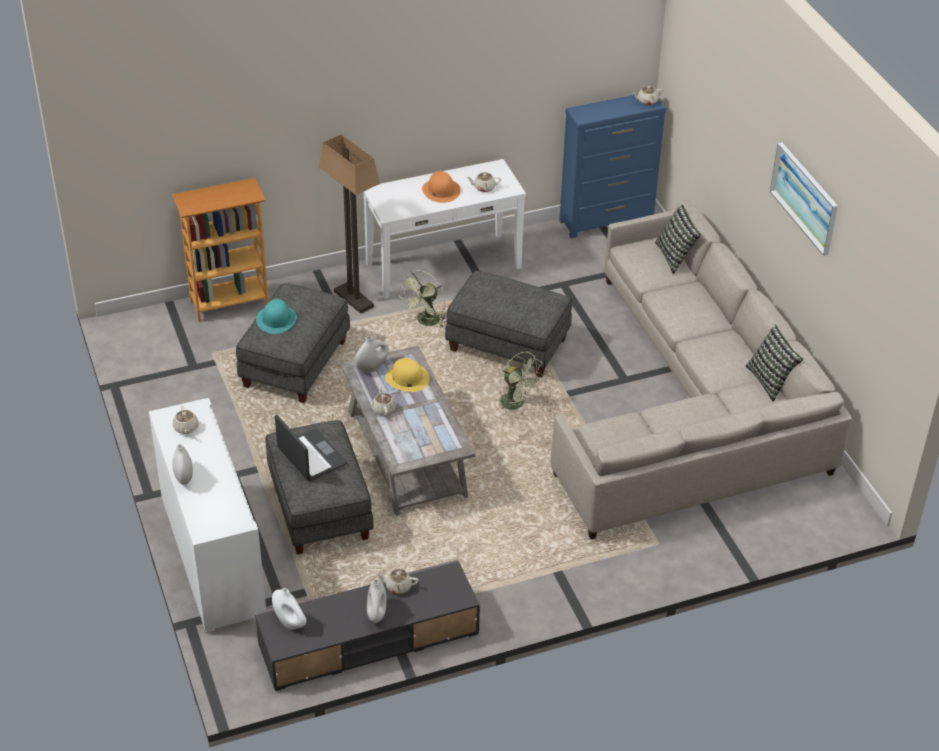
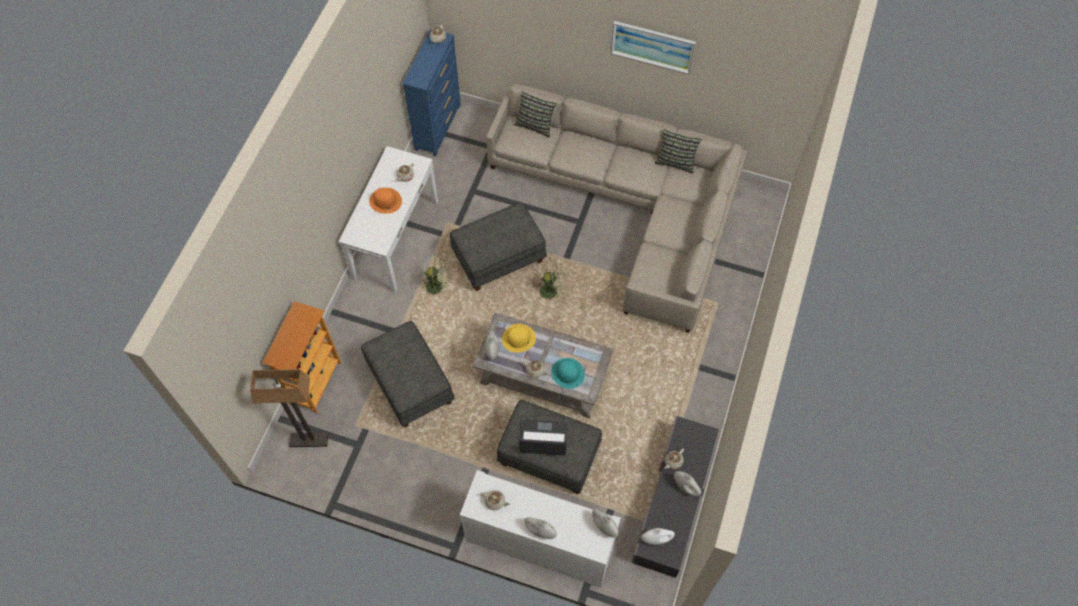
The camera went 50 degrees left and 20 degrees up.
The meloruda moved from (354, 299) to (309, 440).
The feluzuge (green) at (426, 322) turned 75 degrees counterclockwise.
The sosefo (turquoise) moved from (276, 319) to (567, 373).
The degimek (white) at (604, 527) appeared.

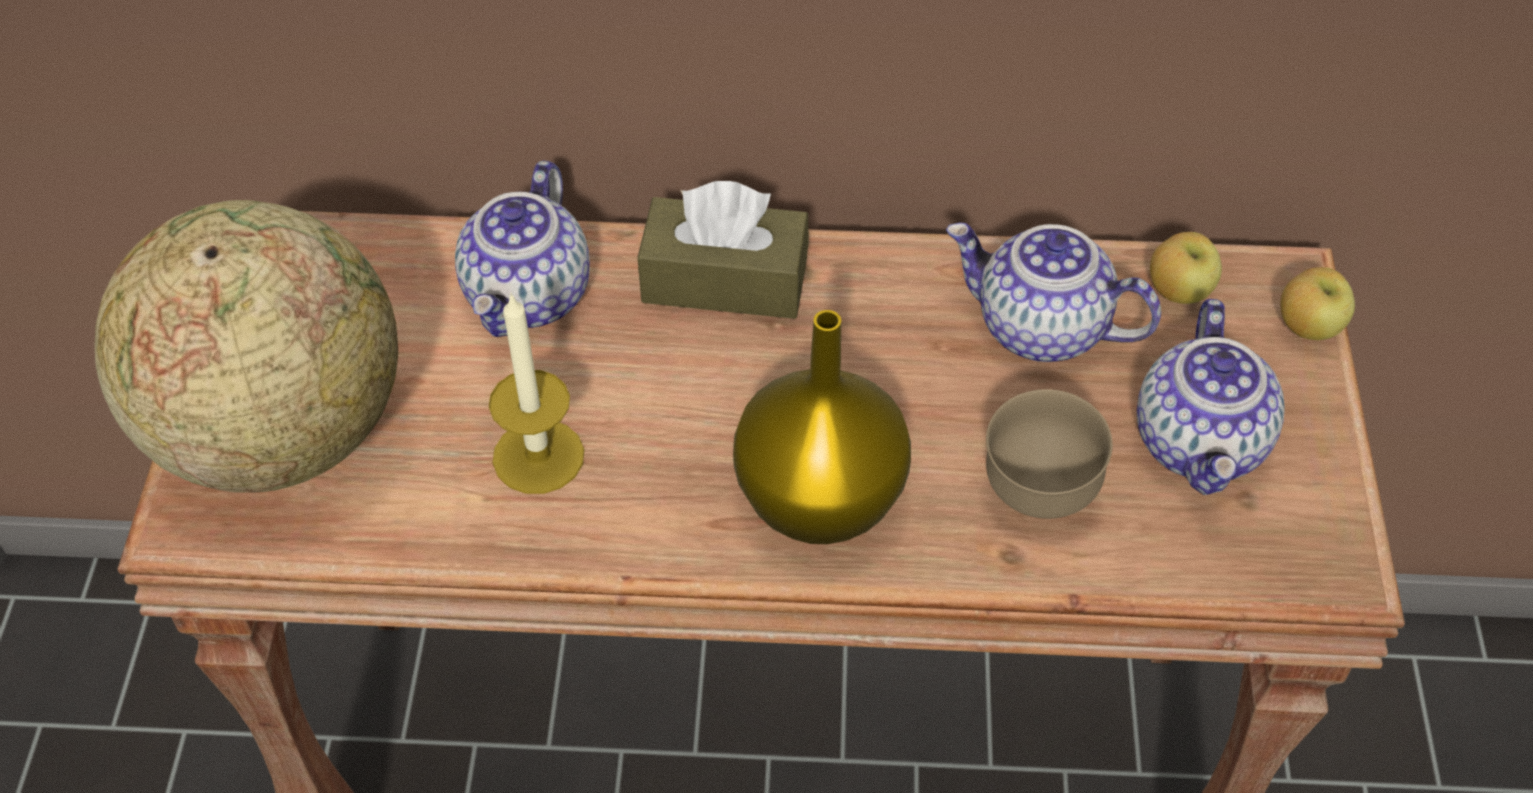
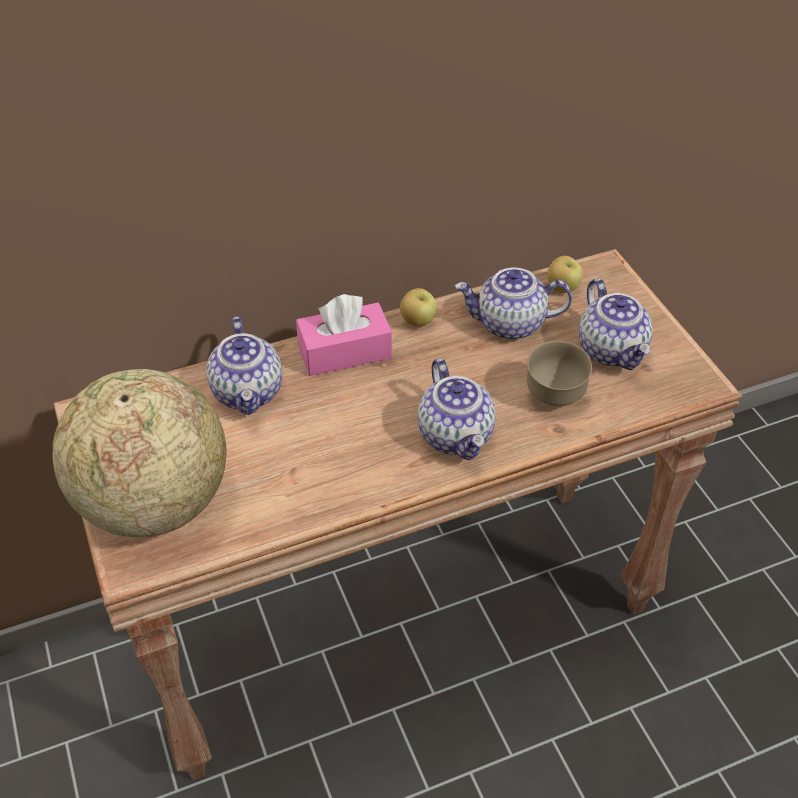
The camera went 25 degrees left and 5 degrees down.
The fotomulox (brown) at (724, 280) became the fotomulox (pink) at (345, 352).
The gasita moved from (1308, 328) to (418, 322).
The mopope at (538, 456) disappeared.
The degimek (yellow) at (823, 500) was replaced by the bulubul at (456, 436).

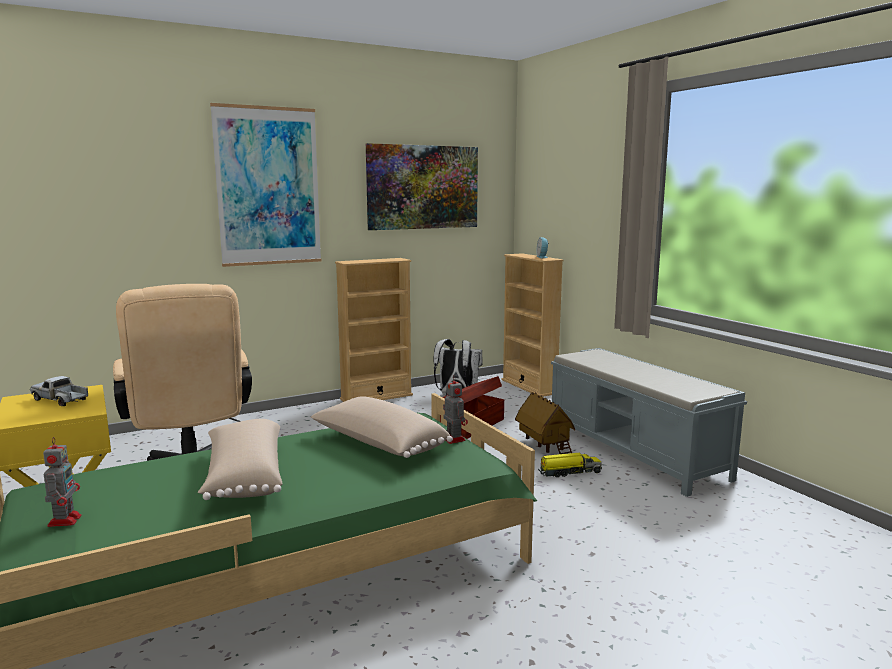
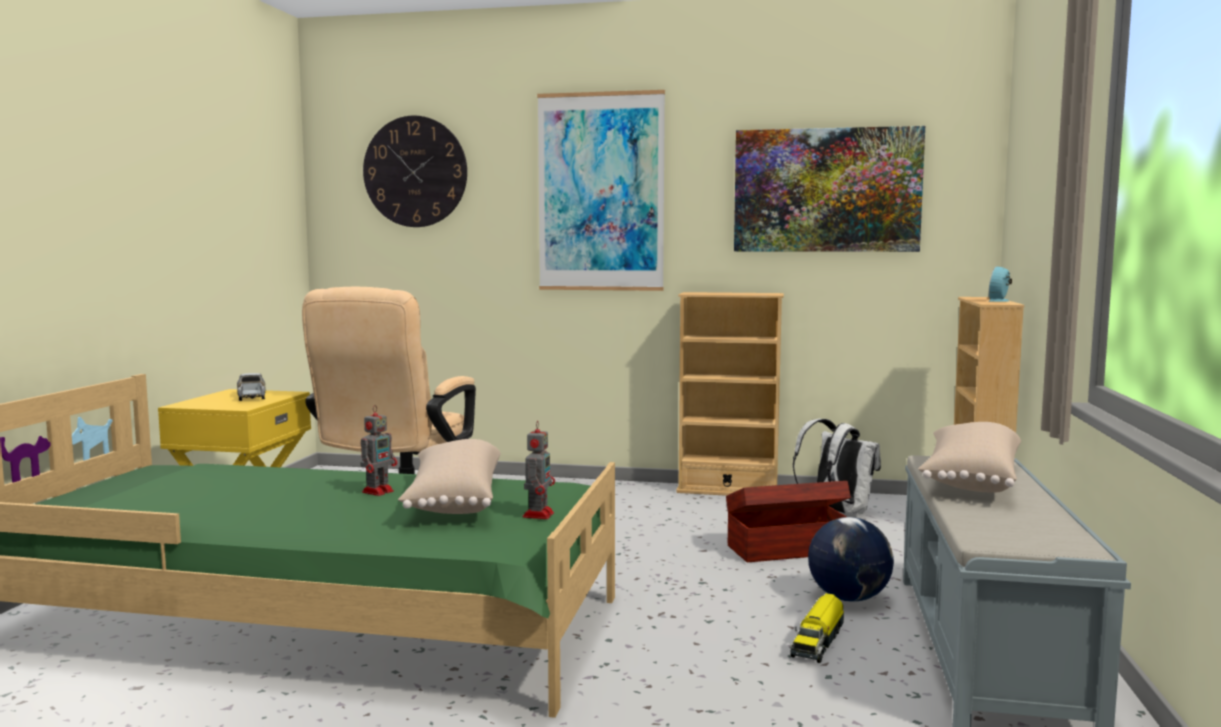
The camera went 40 degrees right and 5 degrees down.
The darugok at (544, 445) was replaced by the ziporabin at (849, 598).
The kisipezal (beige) moved from (243, 477) to (969, 479).
The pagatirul moved from (65, 520) to (379, 491).
The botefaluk at (569, 472) turned 90 degrees clockwise.
The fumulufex at (415, 172) appeared.

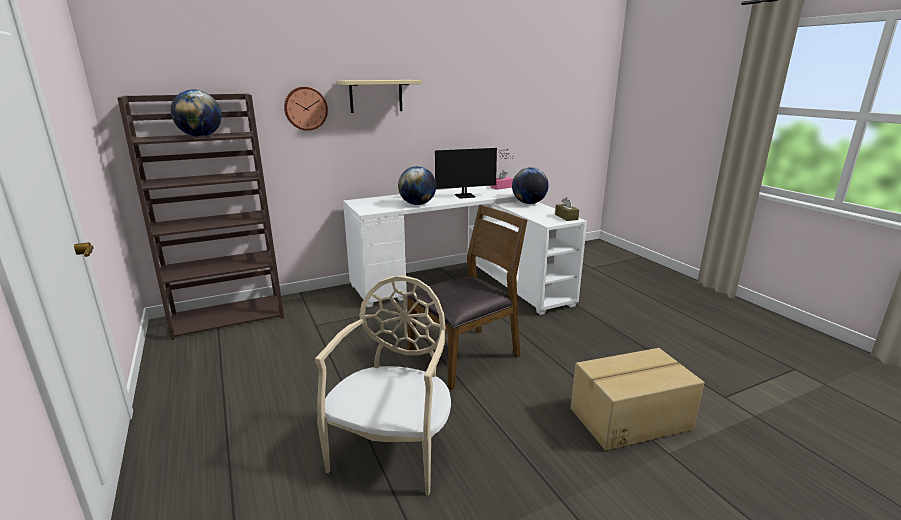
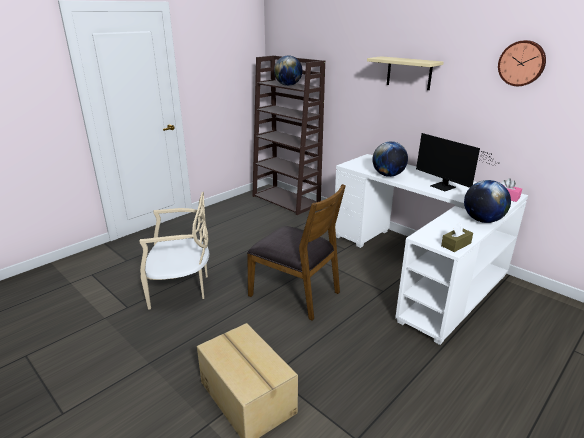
The camera went 70 degrees right and 5 degrees up.
The fumulufex moved from (305, 108) to (522, 63).

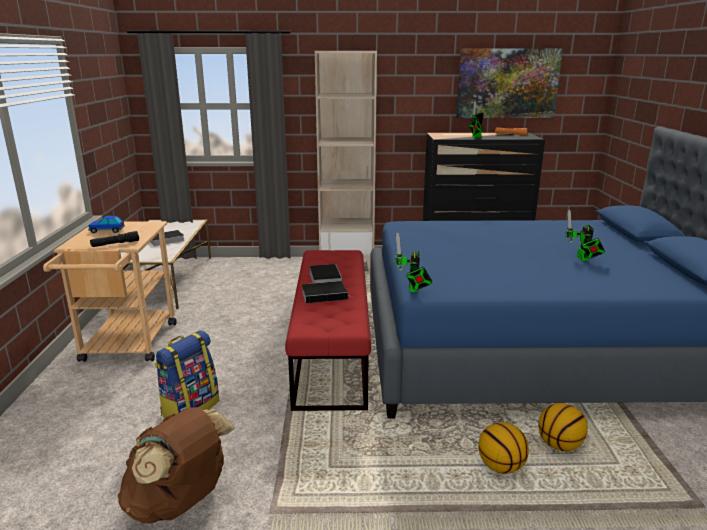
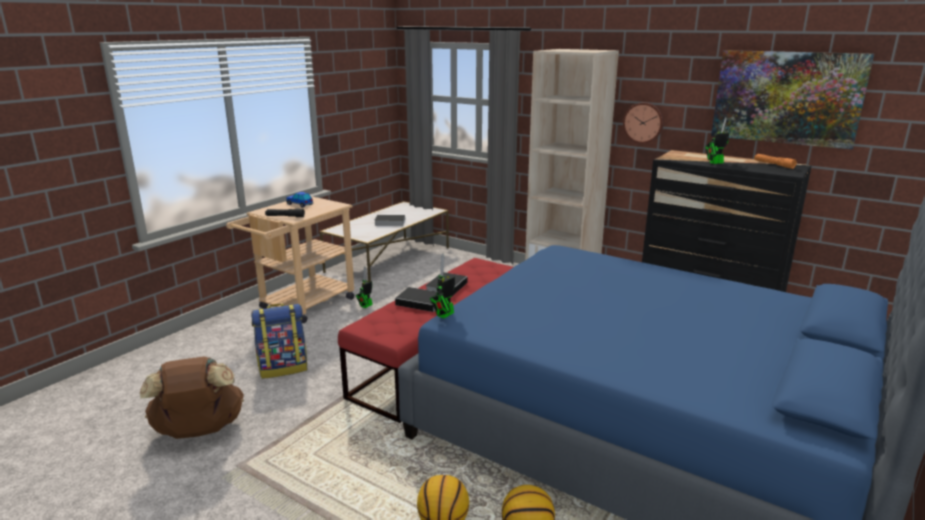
The camera went 35 degrees right and 0 degrees up.
The pagatirul moved from (583, 259) to (365, 306).
The fumulufex at (643, 122) appeared.

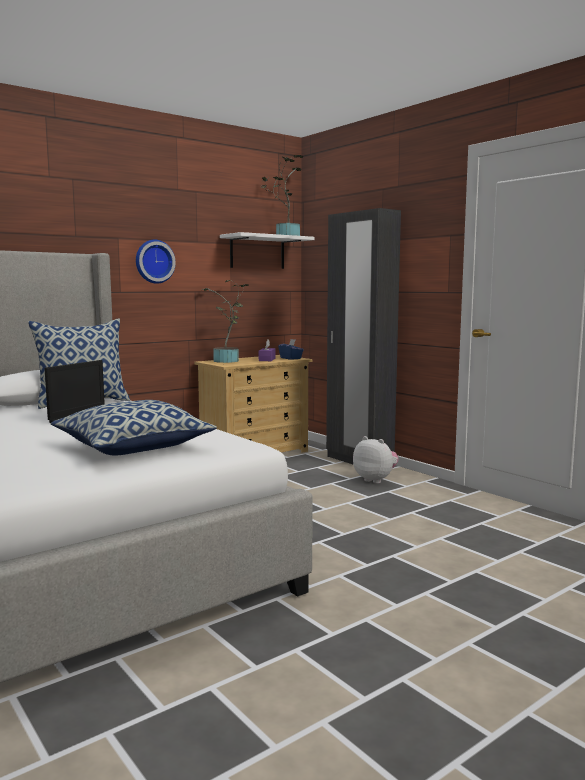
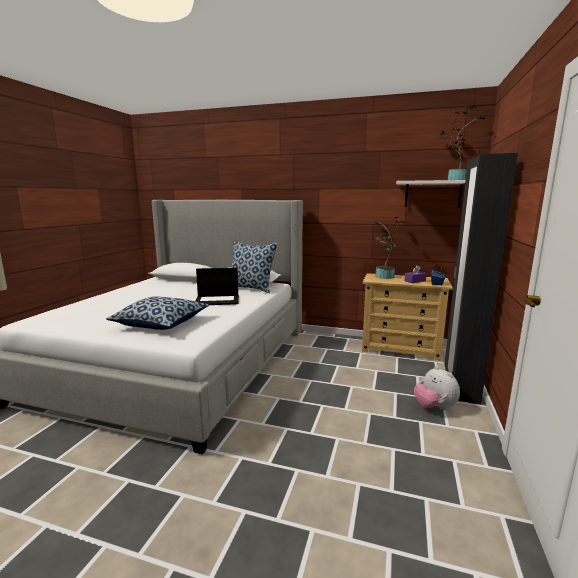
The camera went 55 degrees right and 5 degrees up.
The fumulufex at (154, 261) disappeared.
The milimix at (375, 480) turned 150 degrees clockwise.

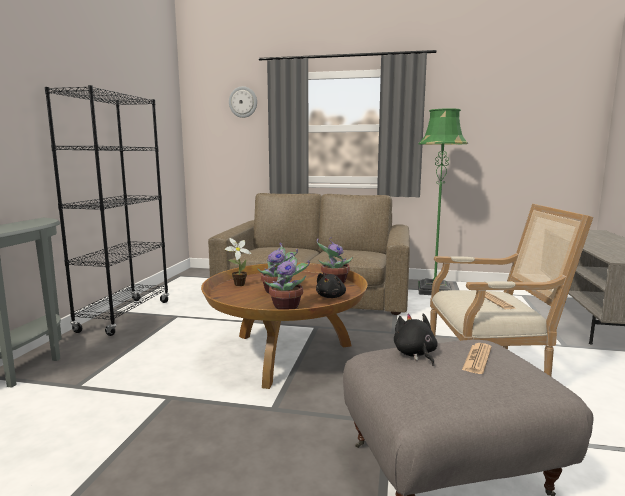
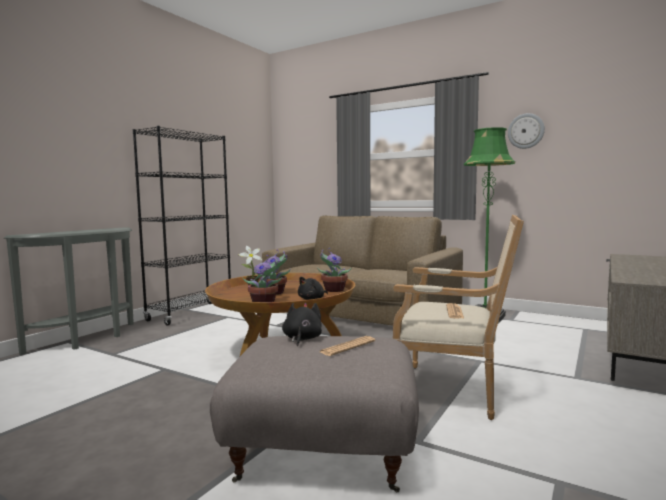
The camera went 20 degrees right and 5 degrees down.
The fumulufex moved from (243, 102) to (526, 131).

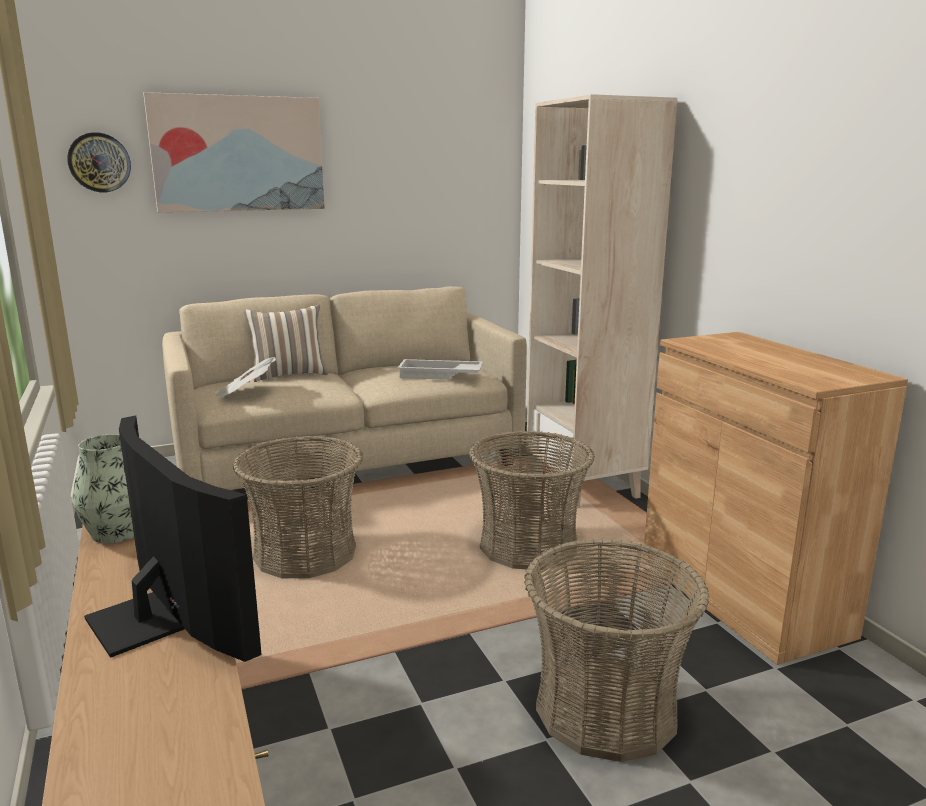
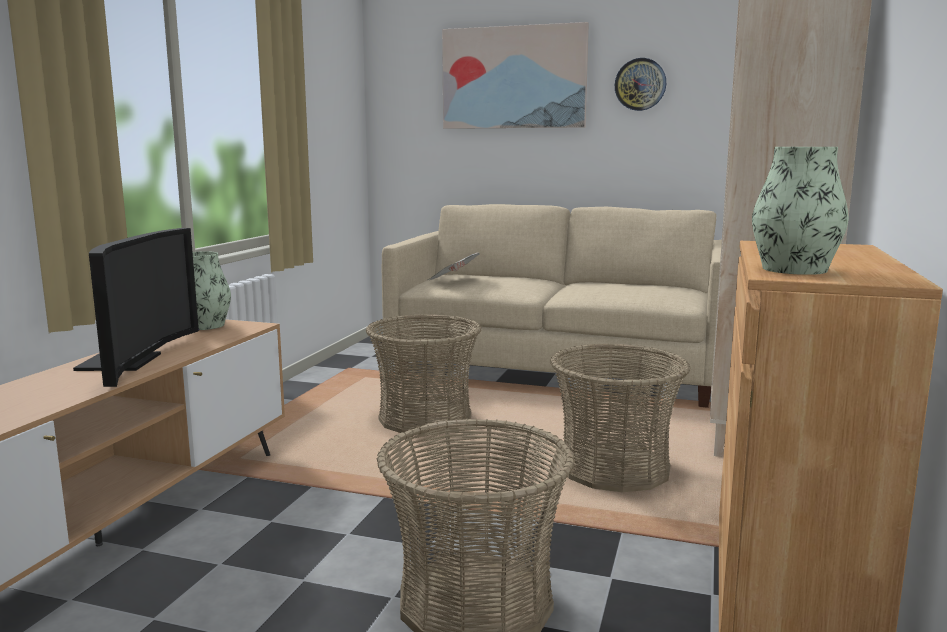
The camera went 40 degrees right and 5 degrees down.
The fumulufex moved from (99, 162) to (640, 84).
The kisipezal at (289, 375) disappeared.
The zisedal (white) at (439, 375) disappeared.
The degimek at (794, 269) appeared.

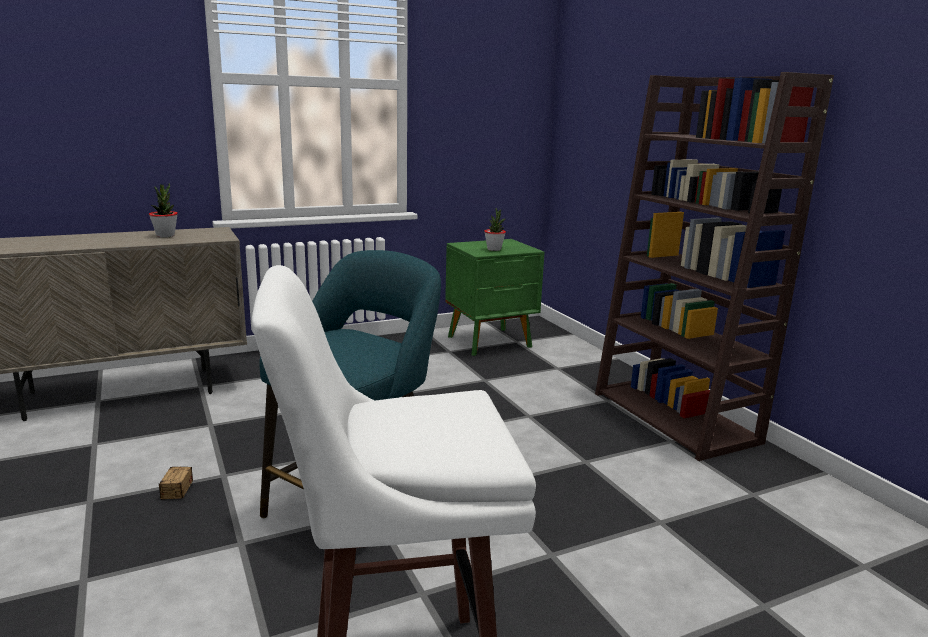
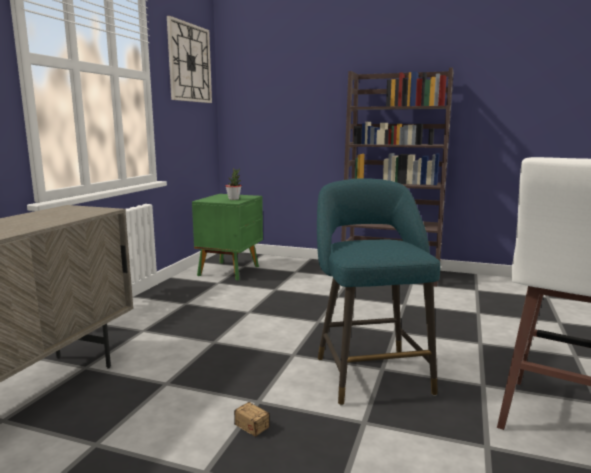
The camera went 45 degrees left and 5 degrees down.
The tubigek at (165, 236) disappeared.
The fumulufex at (189, 63) appeared.

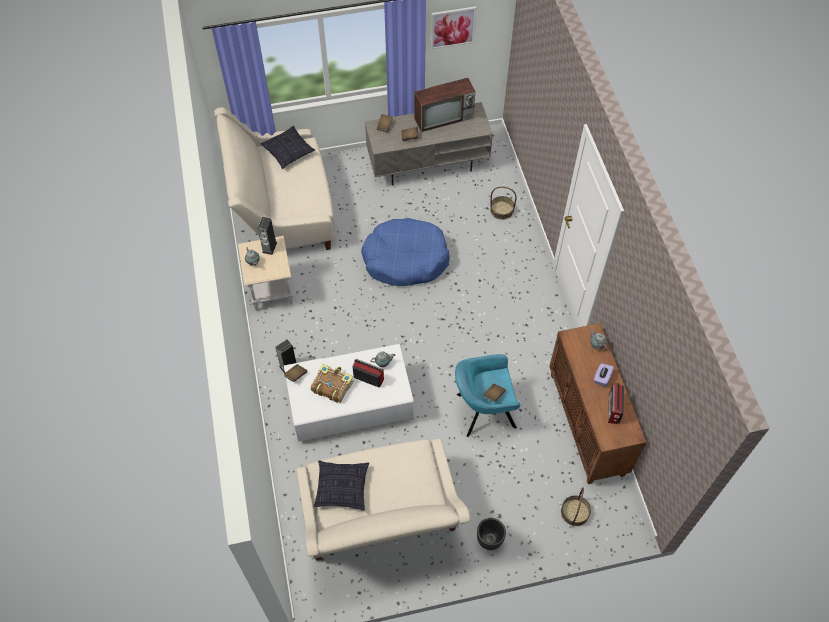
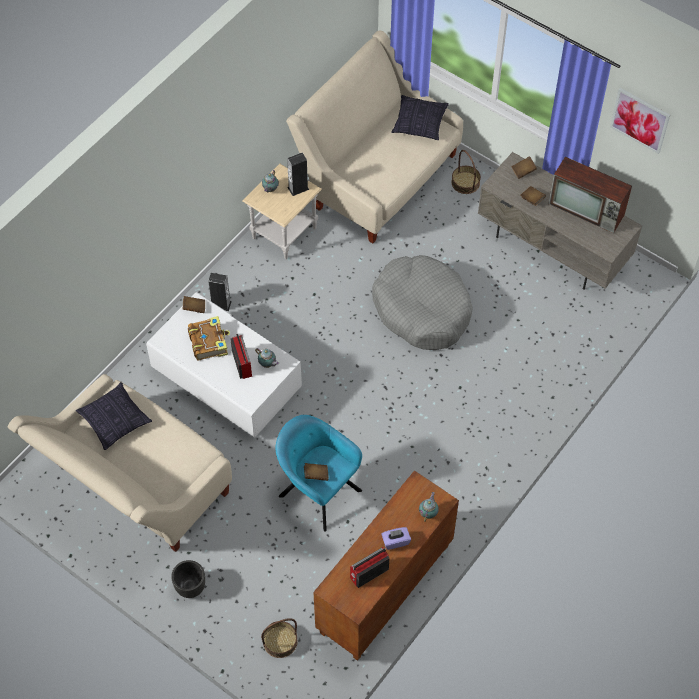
The camera went 50 degrees right and 0 degrees up.
The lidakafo moved from (501, 210) to (465, 182).
The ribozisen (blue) at (405, 259) became the ribozisen (grey) at (422, 310).

